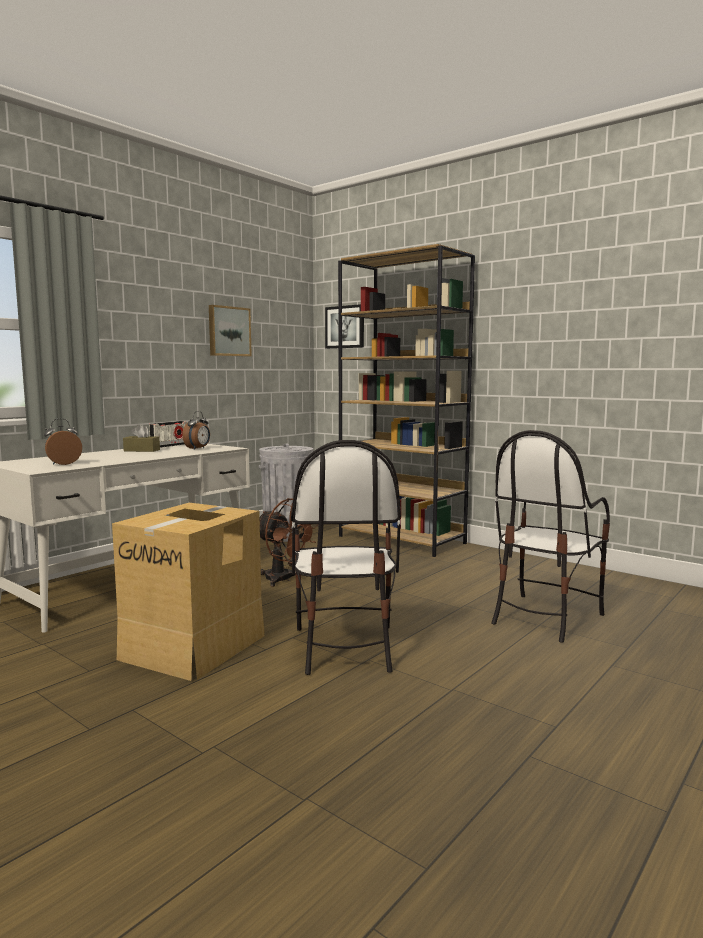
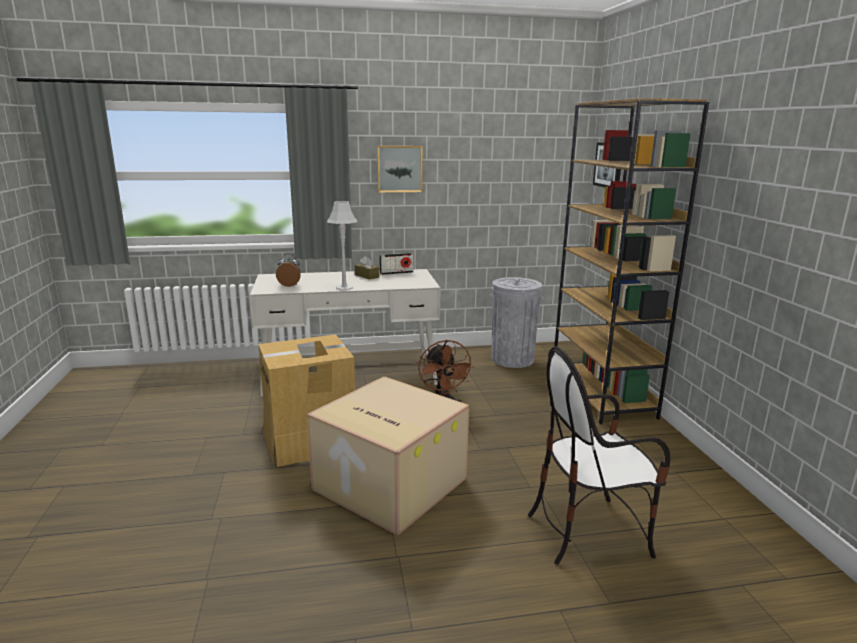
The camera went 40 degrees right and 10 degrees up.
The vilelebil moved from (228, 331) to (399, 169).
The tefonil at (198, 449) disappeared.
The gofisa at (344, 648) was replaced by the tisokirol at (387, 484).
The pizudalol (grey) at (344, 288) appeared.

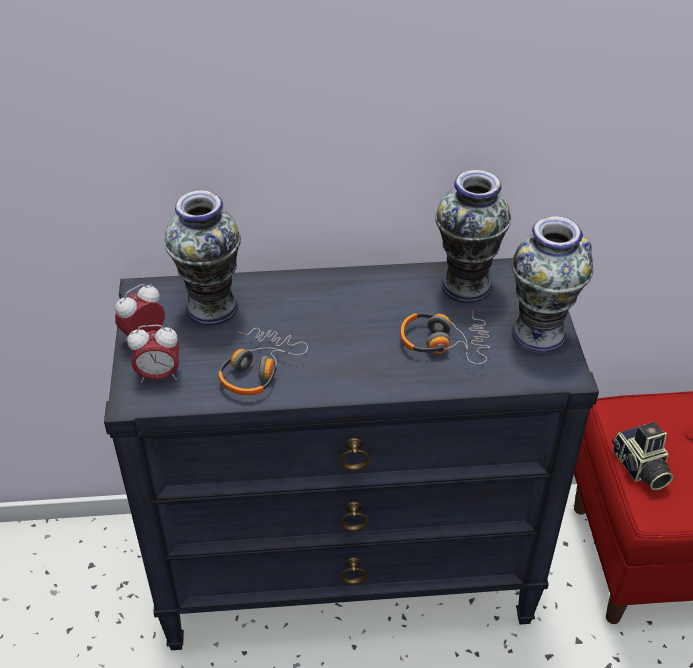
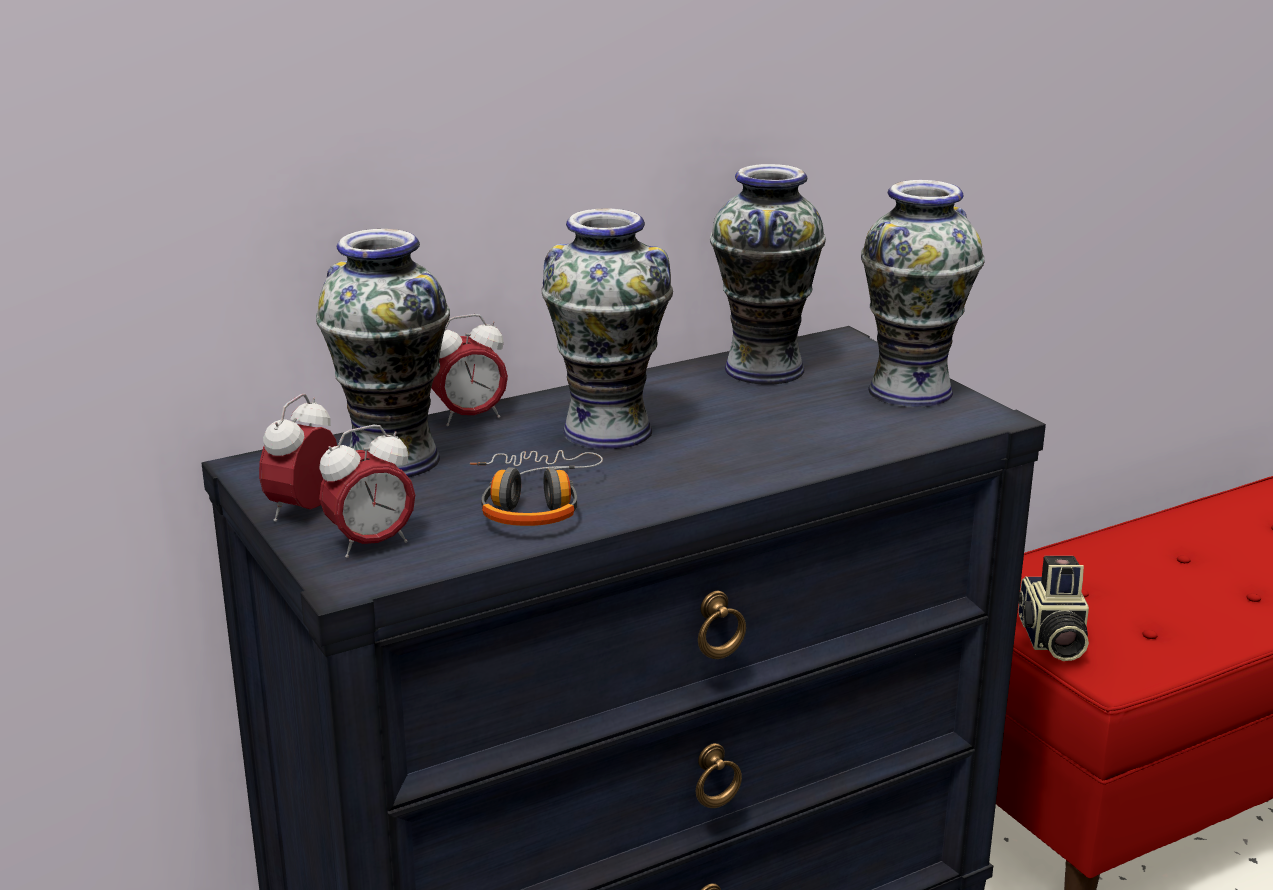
The camera went 25 degrees left and 20 degrees down.
The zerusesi at (444, 343) disappeared.
The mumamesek at (639, 468) turned 45 degrees clockwise.
The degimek at (607, 430) appeared.
The tefonil at (469, 417) appeared.

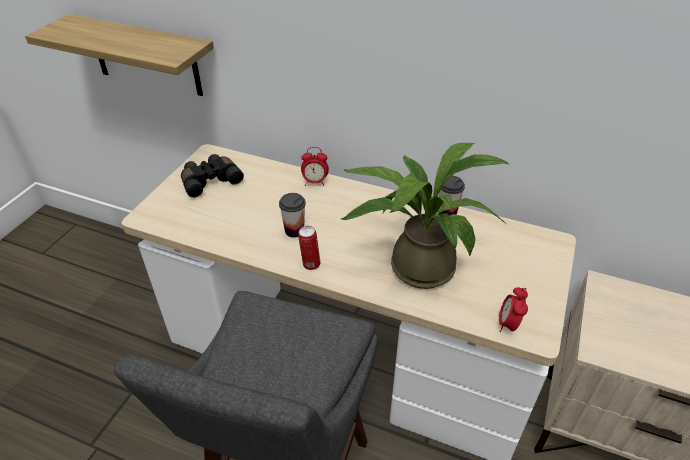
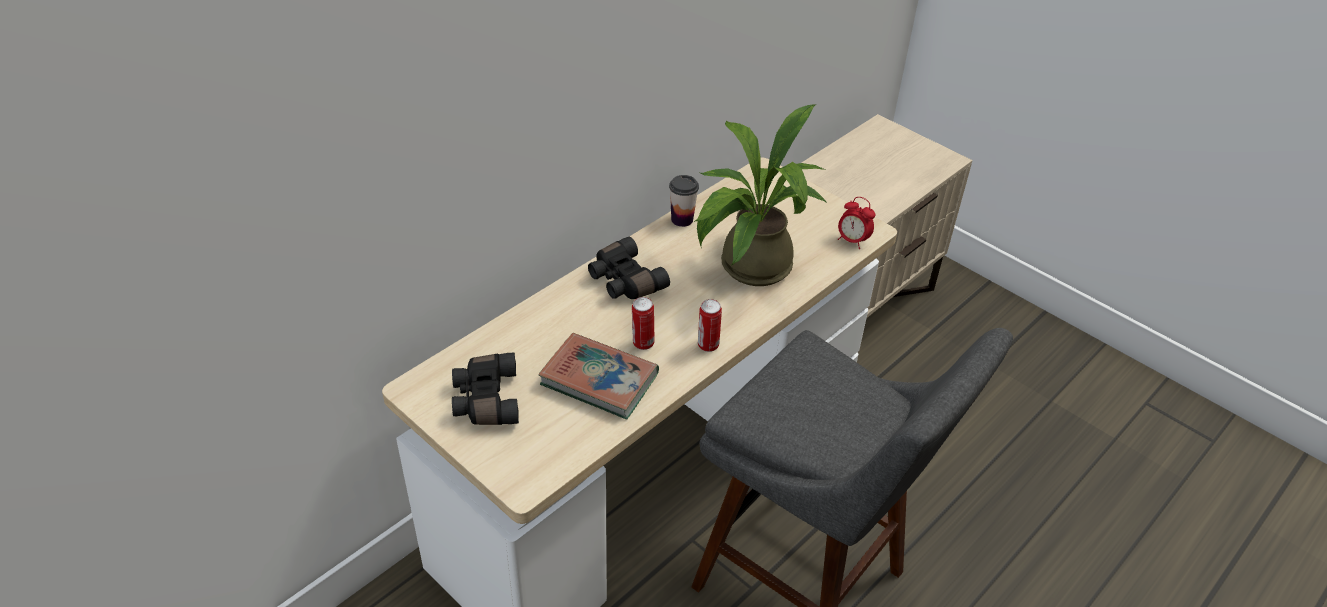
The camera went 70 degrees left and 0 degrees up.
The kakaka at (145, 56) disappeared.
The tefonil at (315, 182) disappeared.
The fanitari at (294, 231) was replaced by the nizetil at (642, 344).
The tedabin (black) at (624, 281) appeared.
The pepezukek at (599, 380) appeared.

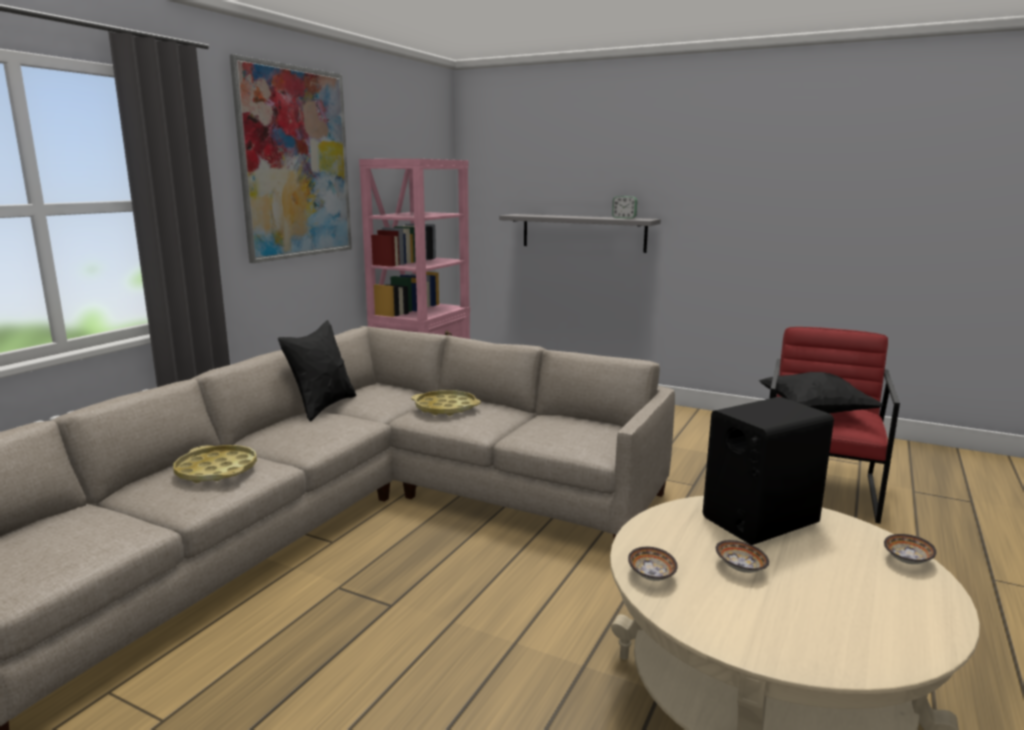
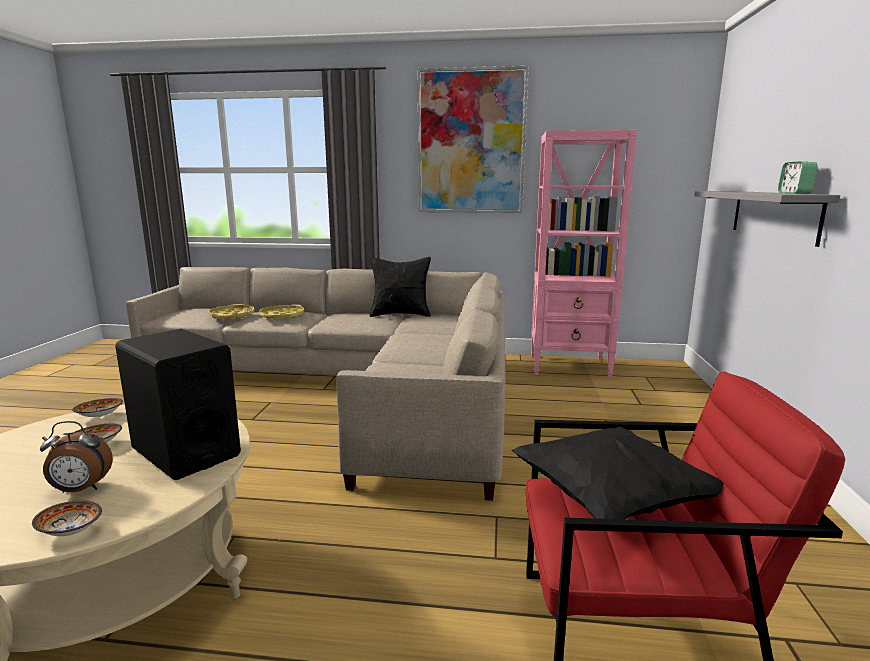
The camera went 70 degrees right and 0 degrees up.
The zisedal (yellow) moved from (446, 408) to (232, 316).
The tefonil at (80, 490) appeared.

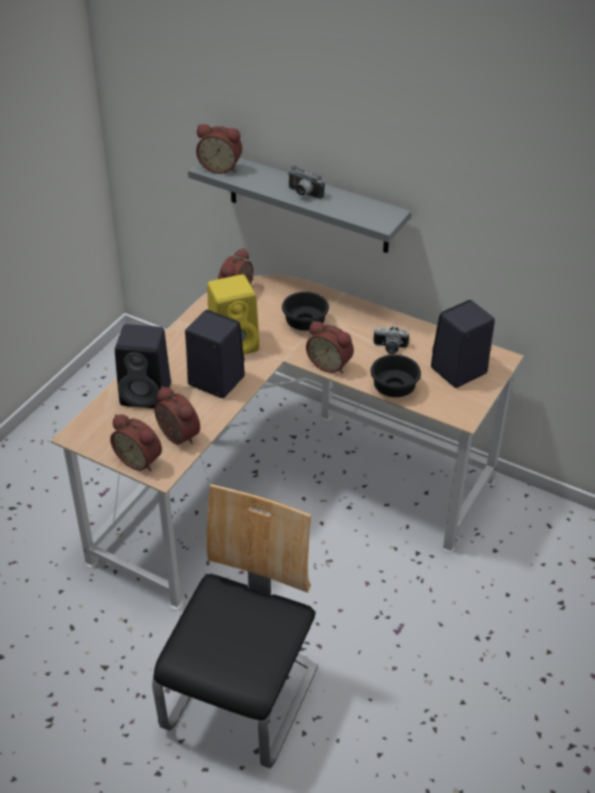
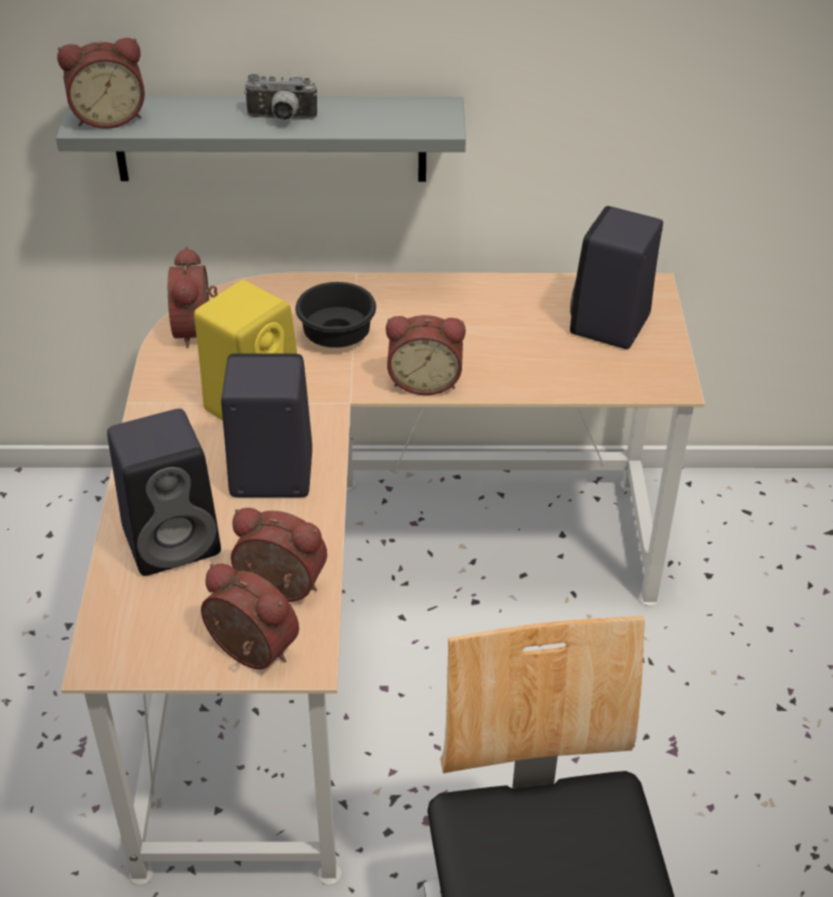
The camera went 30 degrees left and 0 degrees up.
The mumamesek at (390, 348) disappeared.
The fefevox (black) at (392, 389) disappeared.
The tefonil at (140, 459) turned 150 degrees counterclockwise.

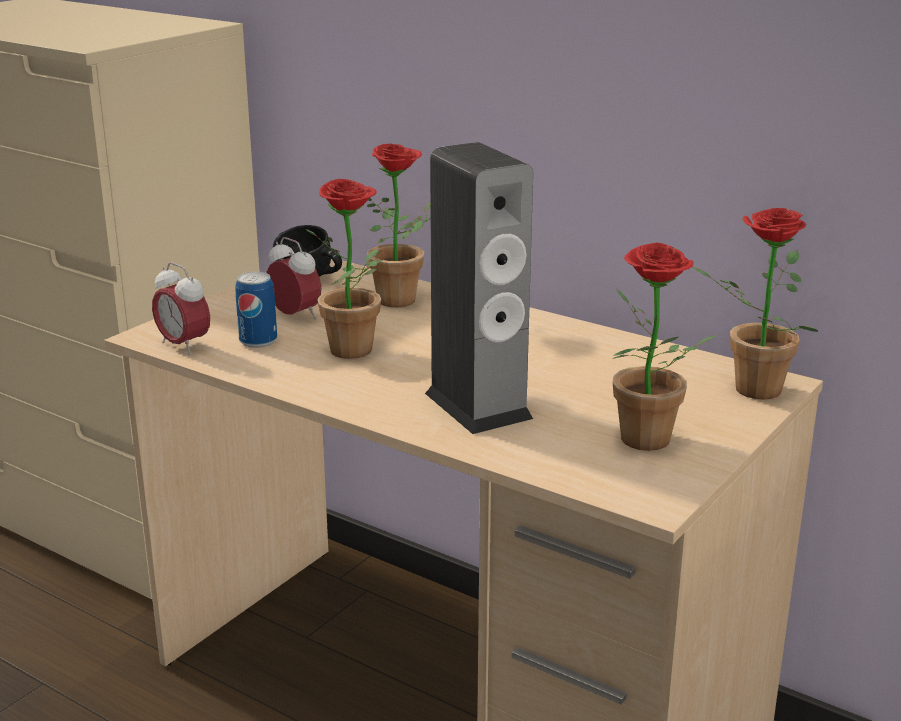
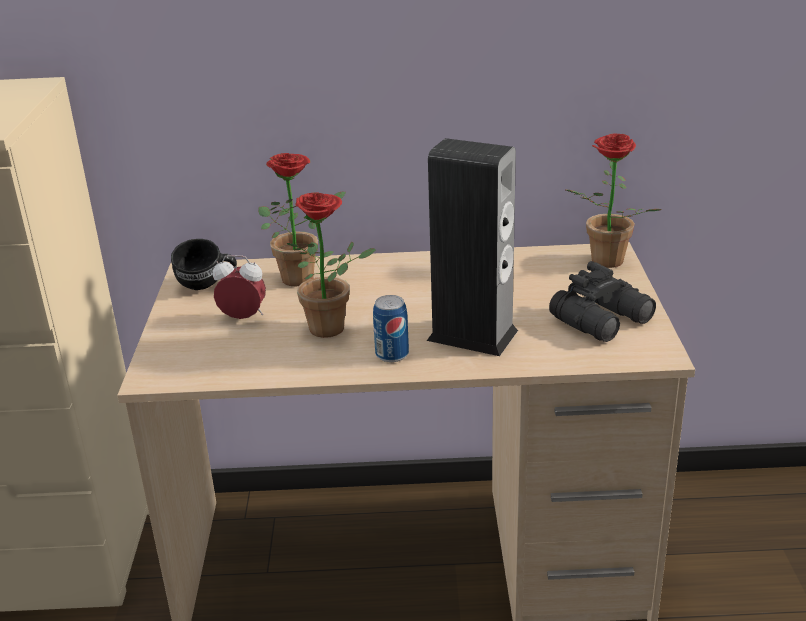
The camera went 35 degrees left and 5 degrees up.
The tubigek at (648, 444) was replaced by the tedabin (black) at (604, 320).
The tefonil at (183, 346) disappeared.
The nizetil moved from (258, 341) to (392, 354).

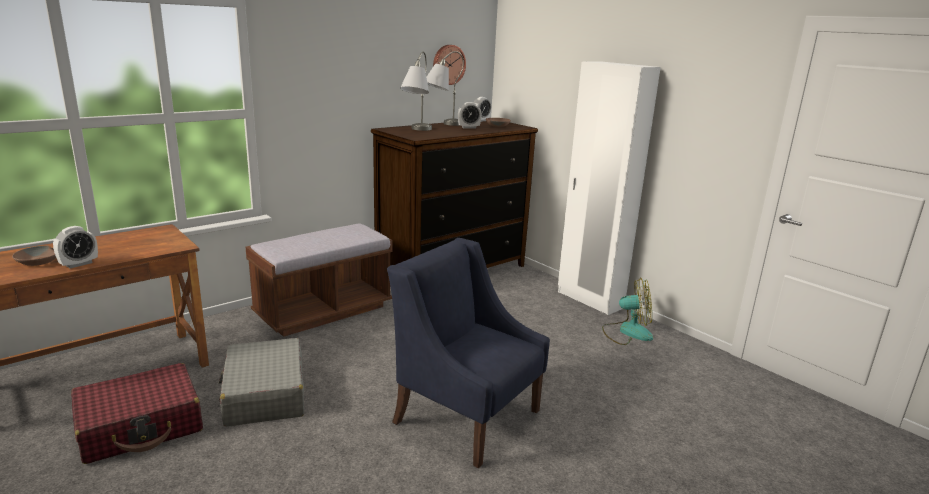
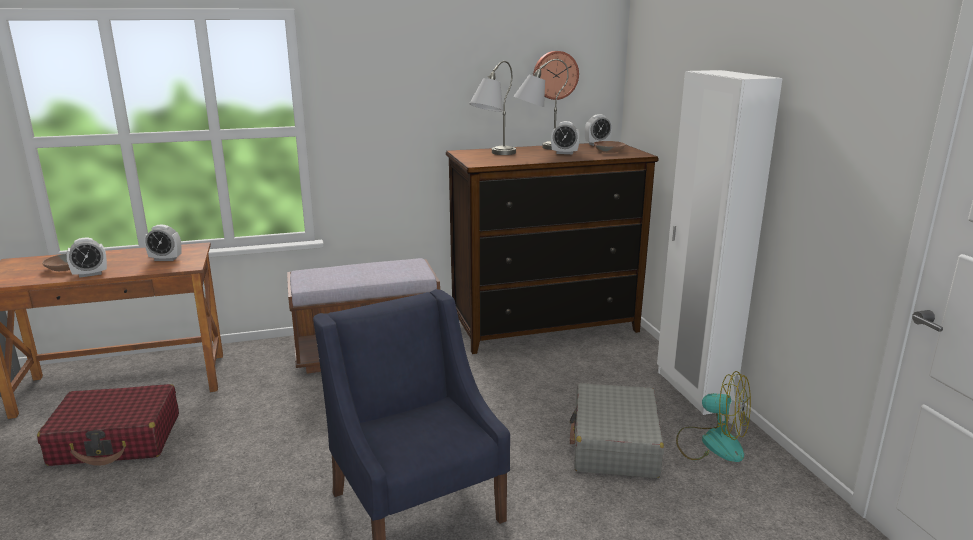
The camera went 25 degrees right and 0 degrees up.
The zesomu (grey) moved from (265, 394) to (614, 444).
The tefonil at (165, 259) appeared.

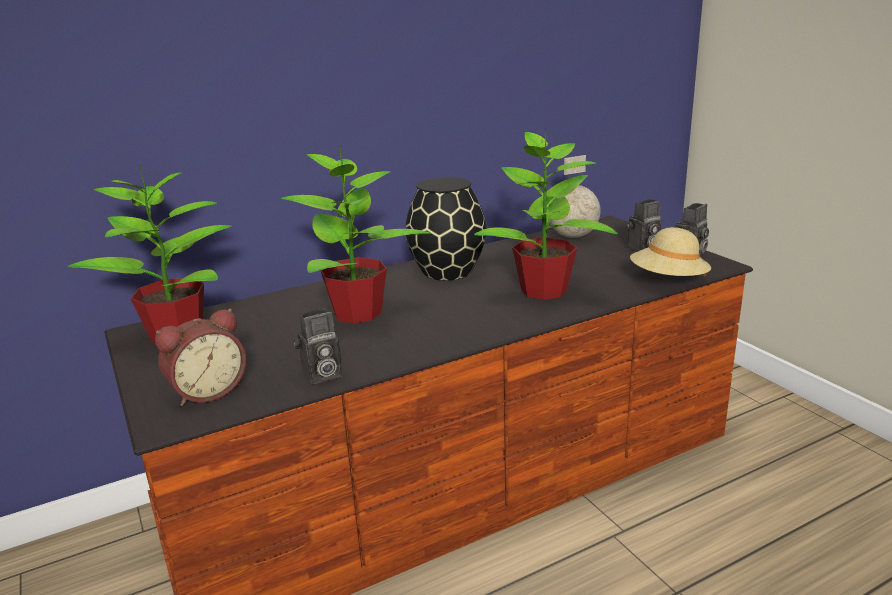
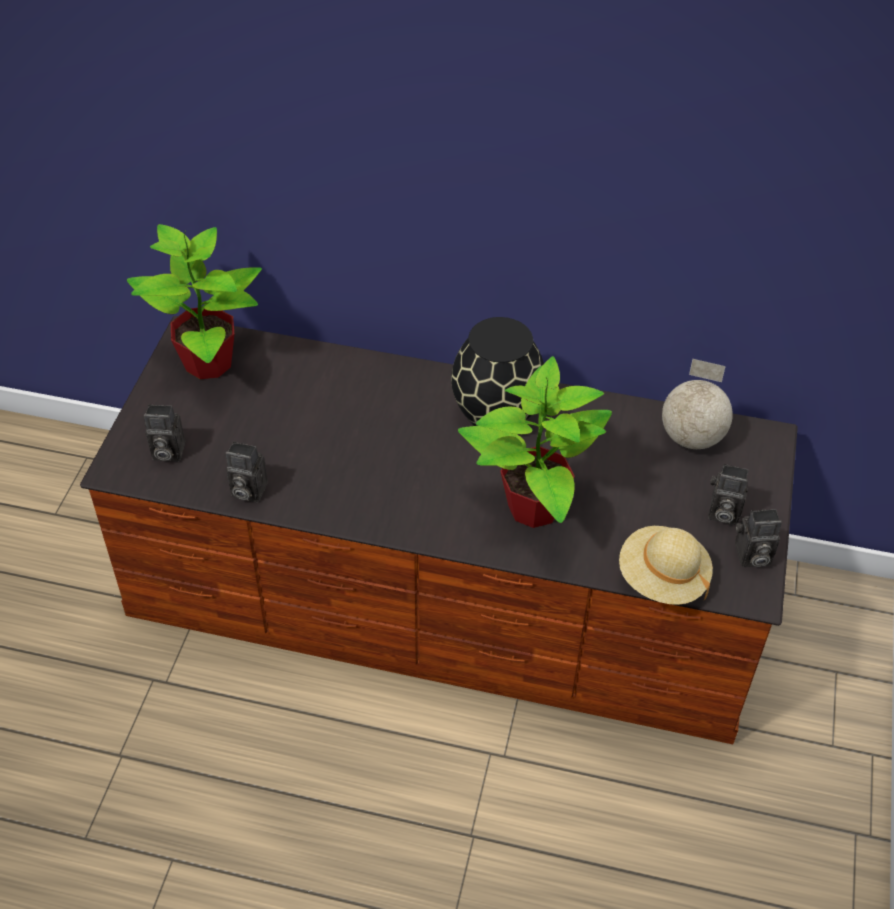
The camera went 40 degrees right and 25 degrees up.
The tubigek at (358, 313) disappeared.
The tefonil at (207, 391) was replaced by the mumamesek at (166, 452).

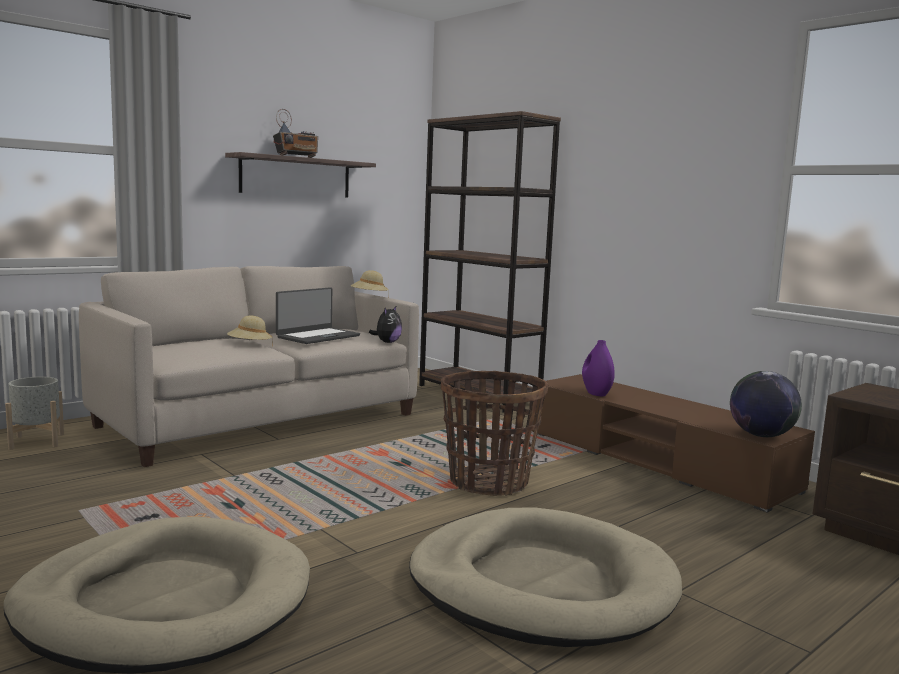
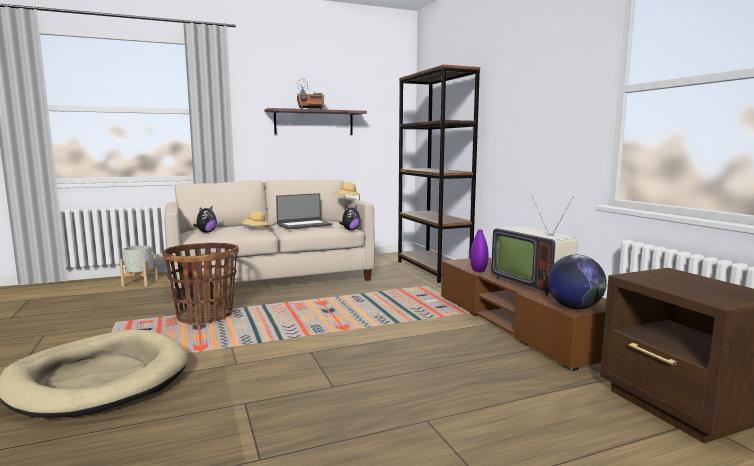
The camera went 20 degrees right and 0 degrees up.
The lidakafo moved from (488, 482) to (205, 316).
The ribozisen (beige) at (541, 585) disappeared.
The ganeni at (532, 283) appeared.
The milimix at (206, 232) appeared.

